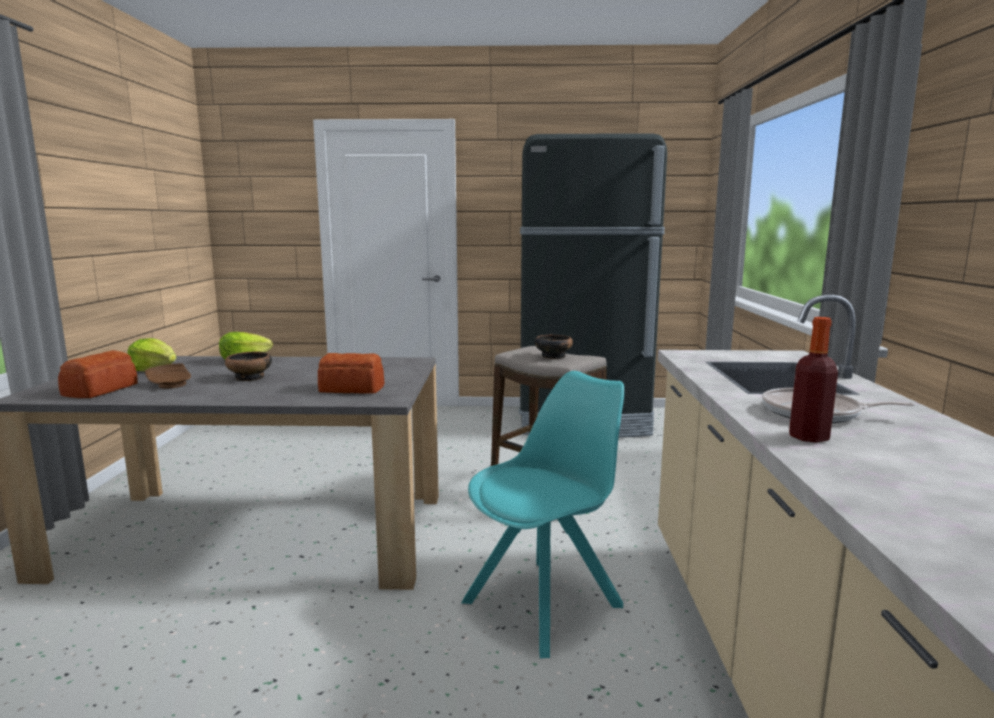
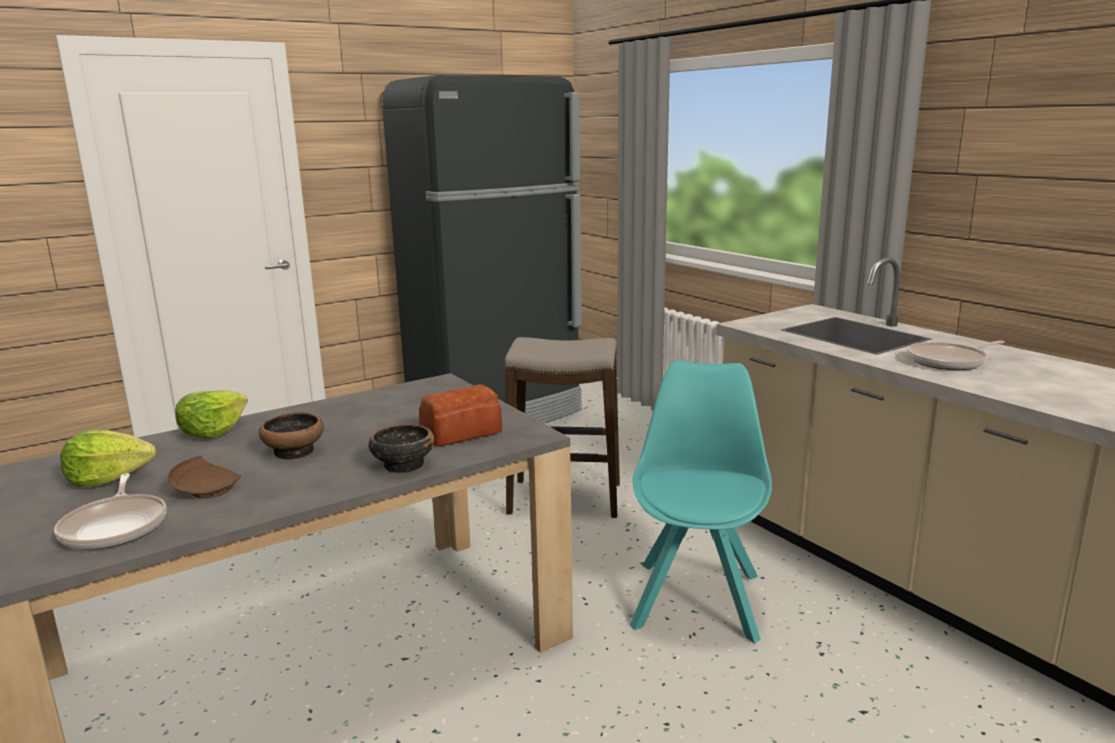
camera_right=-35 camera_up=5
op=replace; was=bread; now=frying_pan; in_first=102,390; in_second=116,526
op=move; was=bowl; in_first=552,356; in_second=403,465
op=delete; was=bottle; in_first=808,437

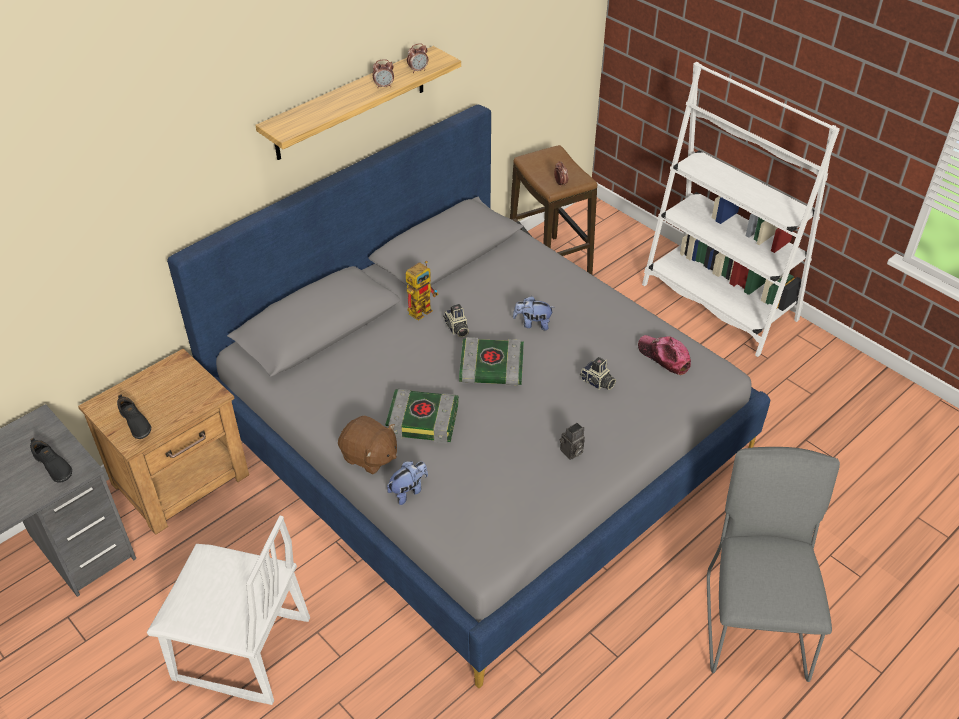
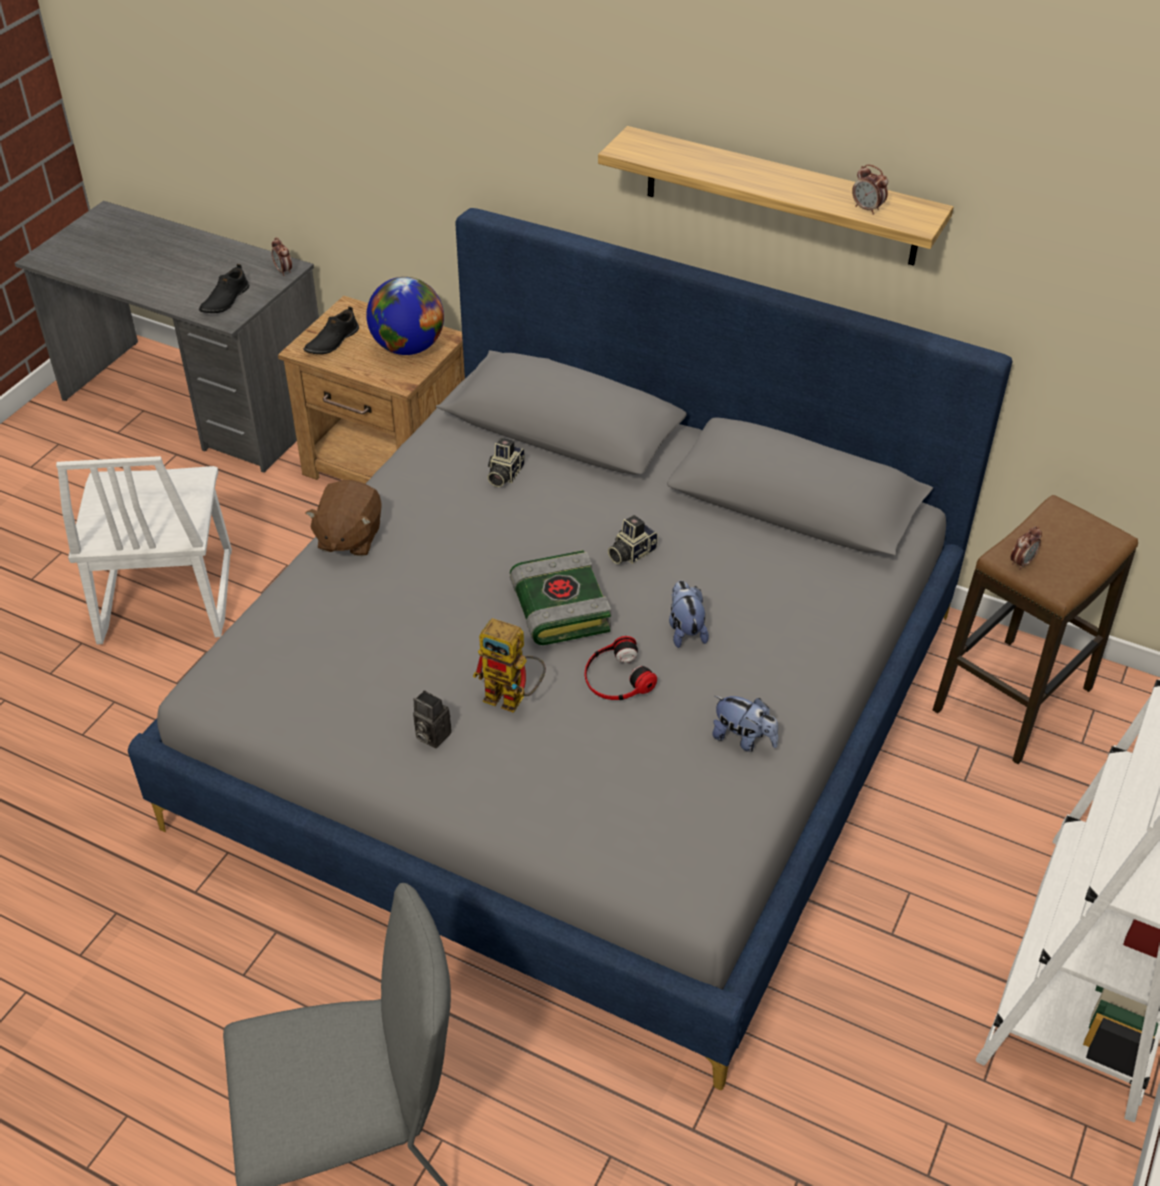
camera_right=70 camera_up=0
op=move; was=alarm_clock; in_first=384,86; in_second=283,271
op=delete; was=book; in_first=424,420
op=move; was=plush_toy; in_first=408,491; in_second=743,739
op=move; was=toy_robot; in_first=422,308; in_second=513,698
op=move; was=photo_camera; in_first=597,382; in_second=504,474
op=delete; was=cap; in_first=664,357
op=insert; now=globe; in_second=408,347
op=insert; now=headphones; in_second=616,677

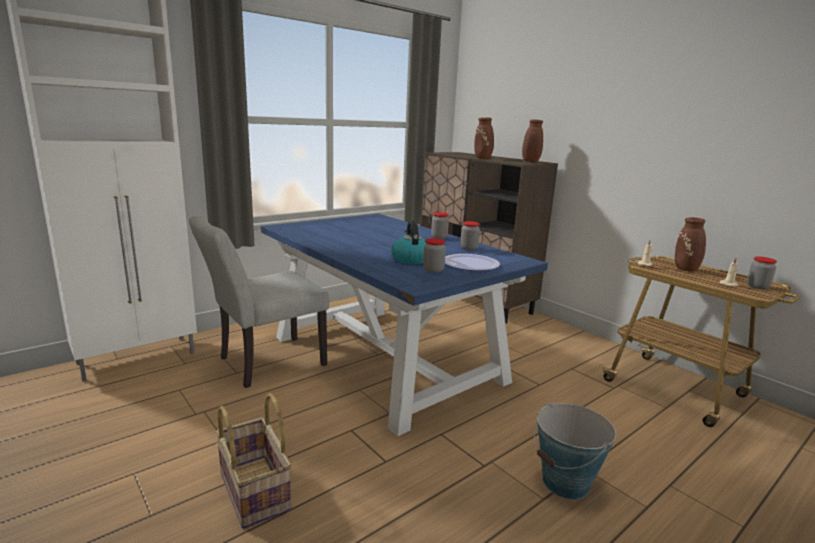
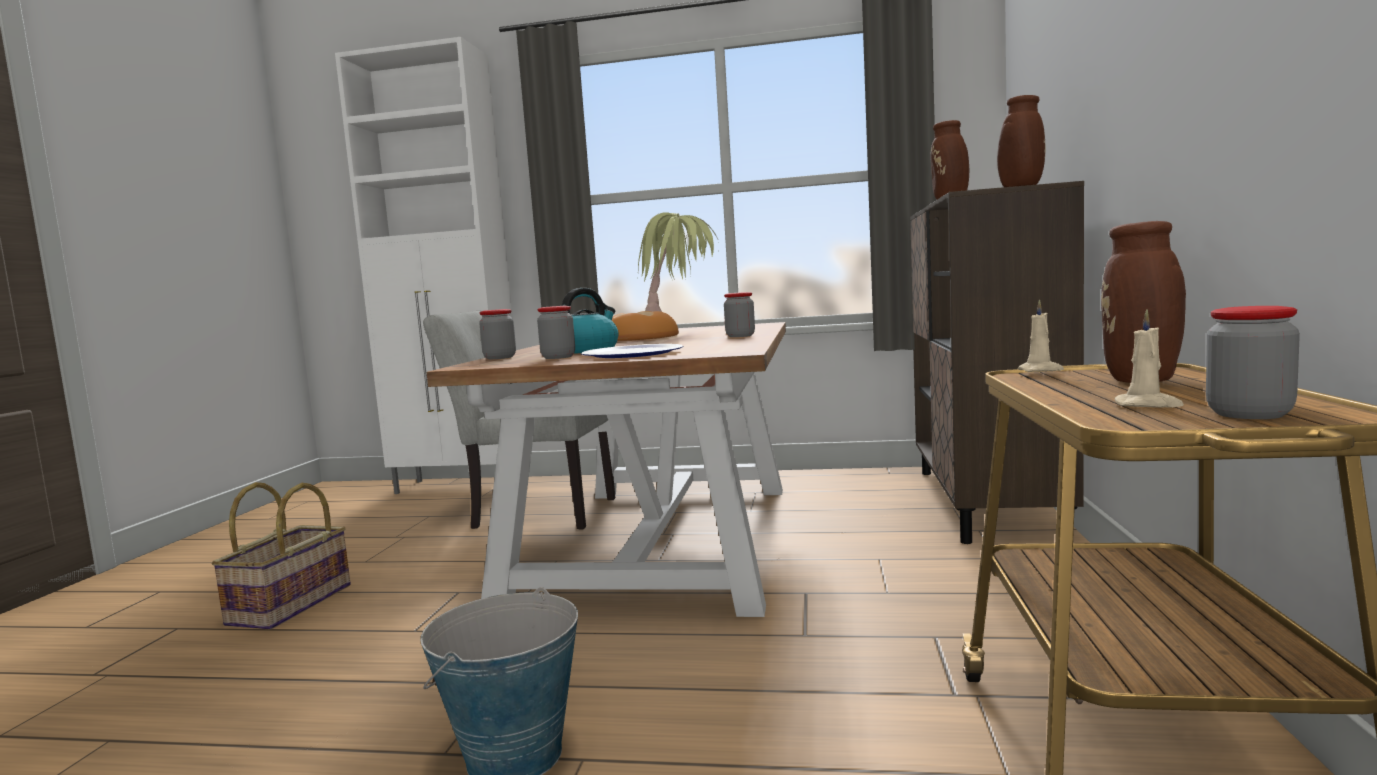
camera_right=50 camera_up=-10
op=recolor; was=blue_dining_table; now=brown_dining_table; in_first=385,358; in_second=661,539
op=move; was=jar; in_first=469,248; in_second=500,358
op=insert; now=bread; in_second=641,338
op=insert; now=potted_plant; in_second=680,329

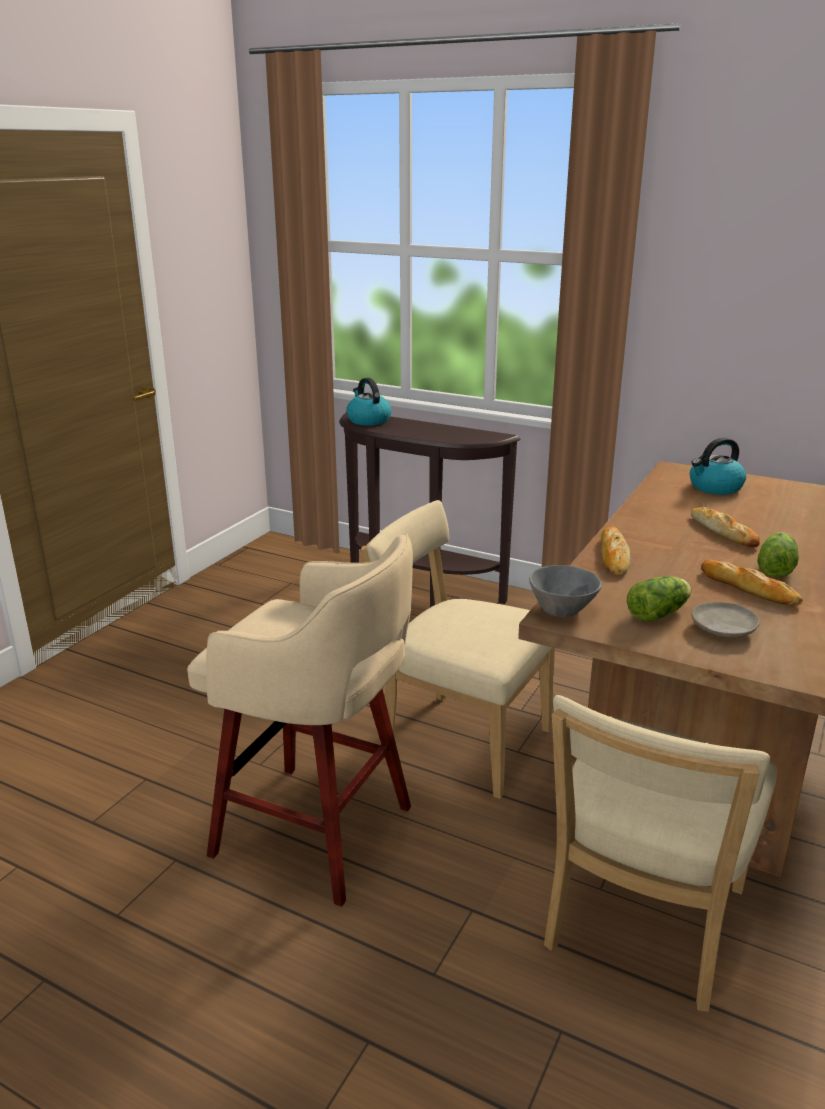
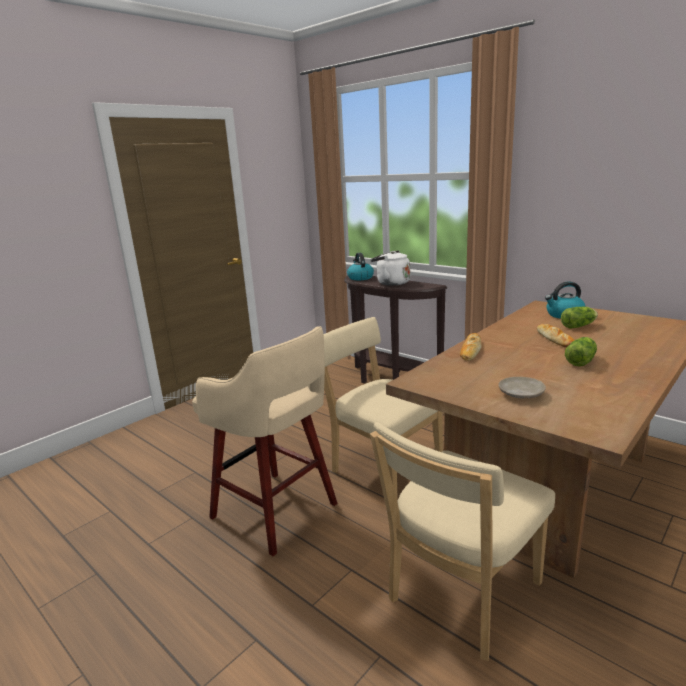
camera_right=15 camera_up=-5
op=delete; was=grey_bowl; in_first=564,610
op=move; was=lettuce; in_first=660,613; in_second=579,326
op=delete; was=bread; in_first=748,588
op=insert; now=white_kettle; in_second=391,283

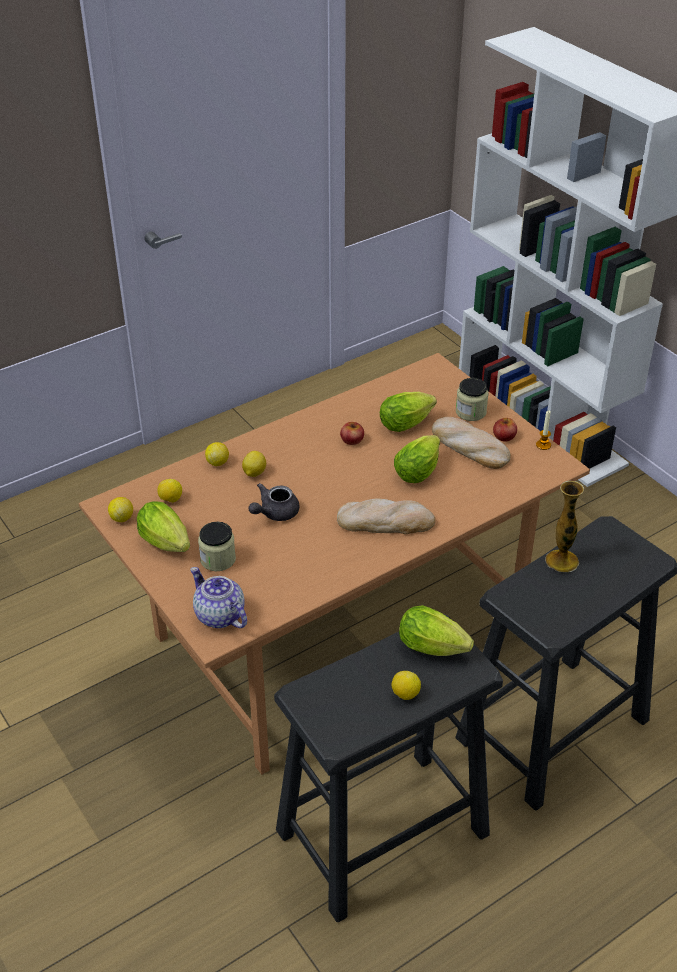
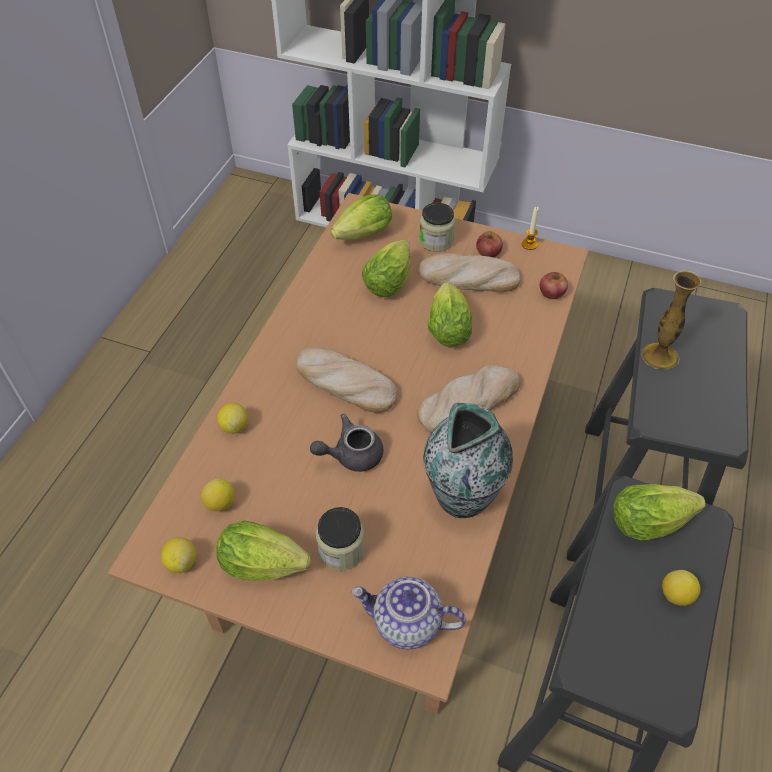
camera_right=-35 camera_up=10
op=delete; was=lemon; in_first=254,473
op=rotate; was=grey_teapot; in_first=274,513; in_second=351,455; clockwise=60
op=move; was=apple; in_first=352,440; in_second=552,292
op=insert; now=bread; in_second=345,383
op=insert; now=lettuce; in_second=361,236
op=insert; now=vase; in_second=463,494

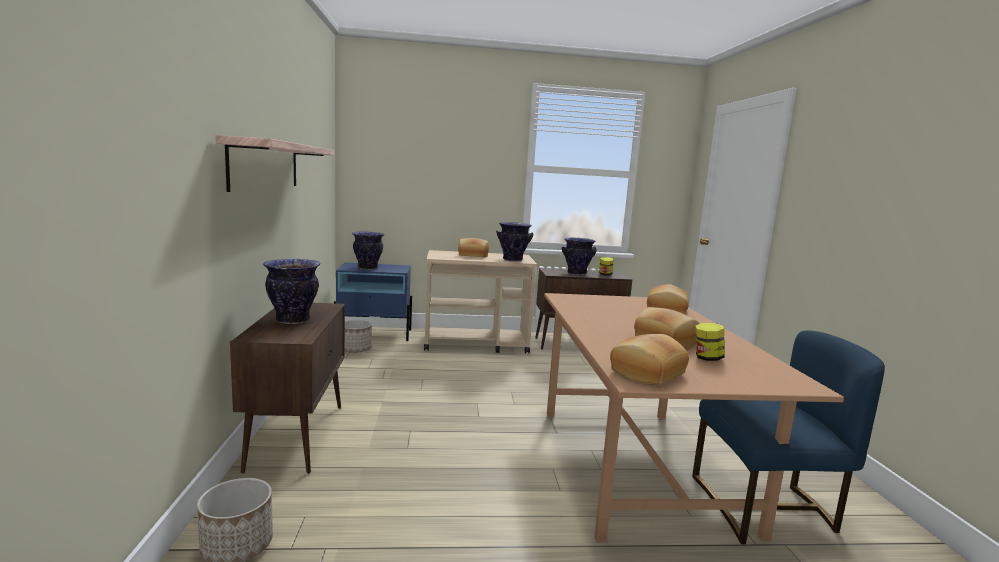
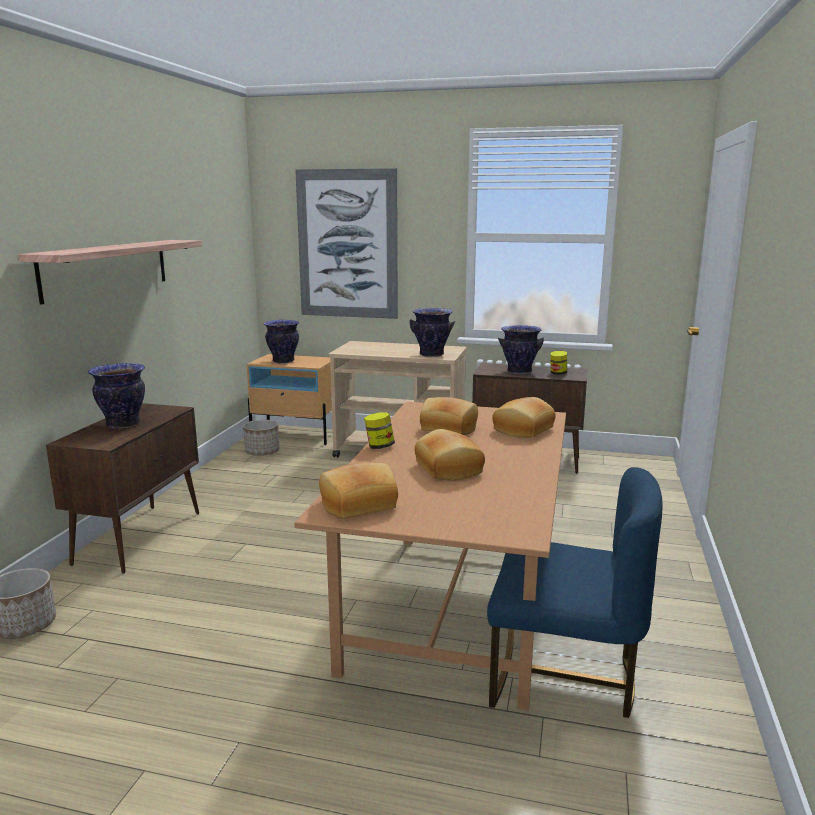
camera_right=20 camera_up=5
op=recolor; was=blue_nightstand; now=beige_nightstand; in_first=374,334; in_second=296,435
op=move; was=bread; in_first=473,255; in_second=448,428
op=move; was=jar; in_first=707,358; in_second=379,446
op=insert; now=picture; in_second=347,244

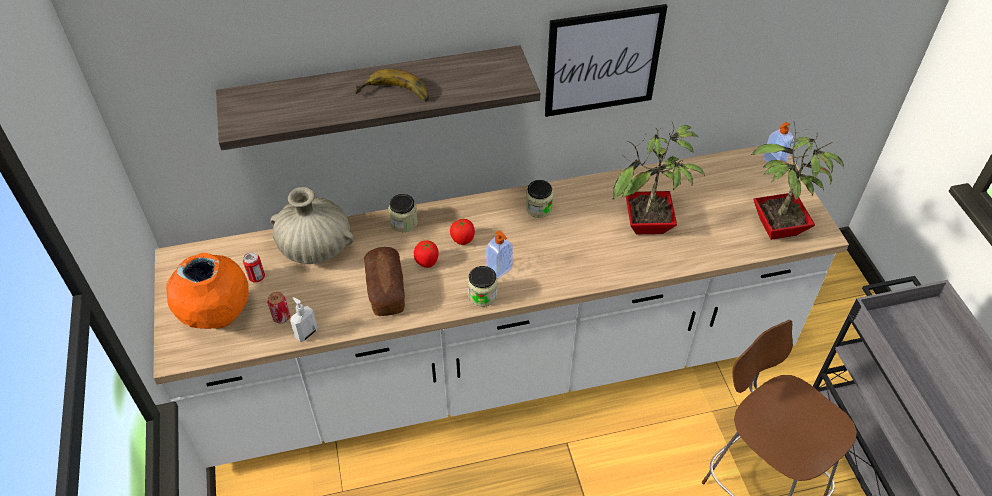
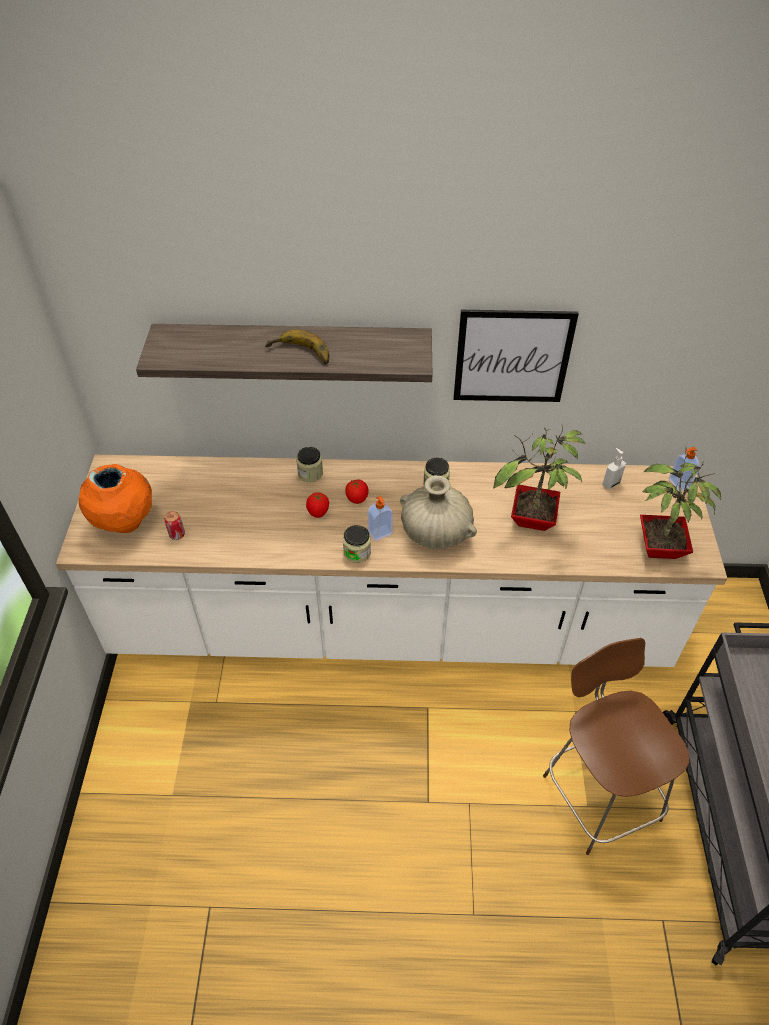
camera_right=15 camera_up=0
op=delete; was=can; in_first=257,277
op=move; was=beige_vase; in_first=315,248; in_second=435,533
op=move; was=soap_dispenser; in_first=306,333; in_second=610,483
op=delete; was=bread; in_first=386,289

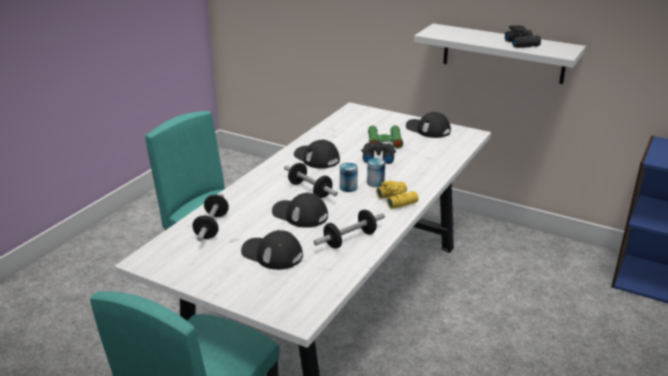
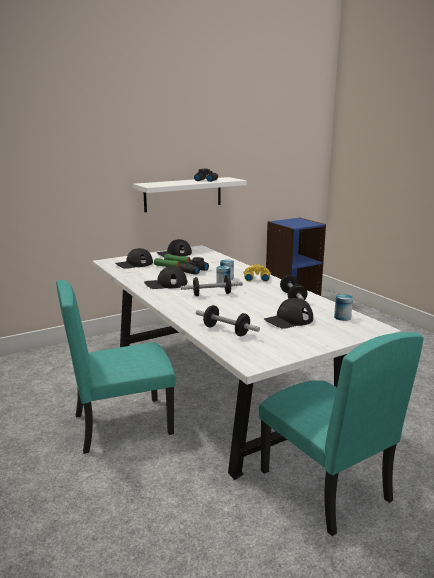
camera_right=-60 camera_up=-10
op=move; was=black_cap; in_first=300,214; in_second=134,264
op=insert; now=can; in_second=342,317

